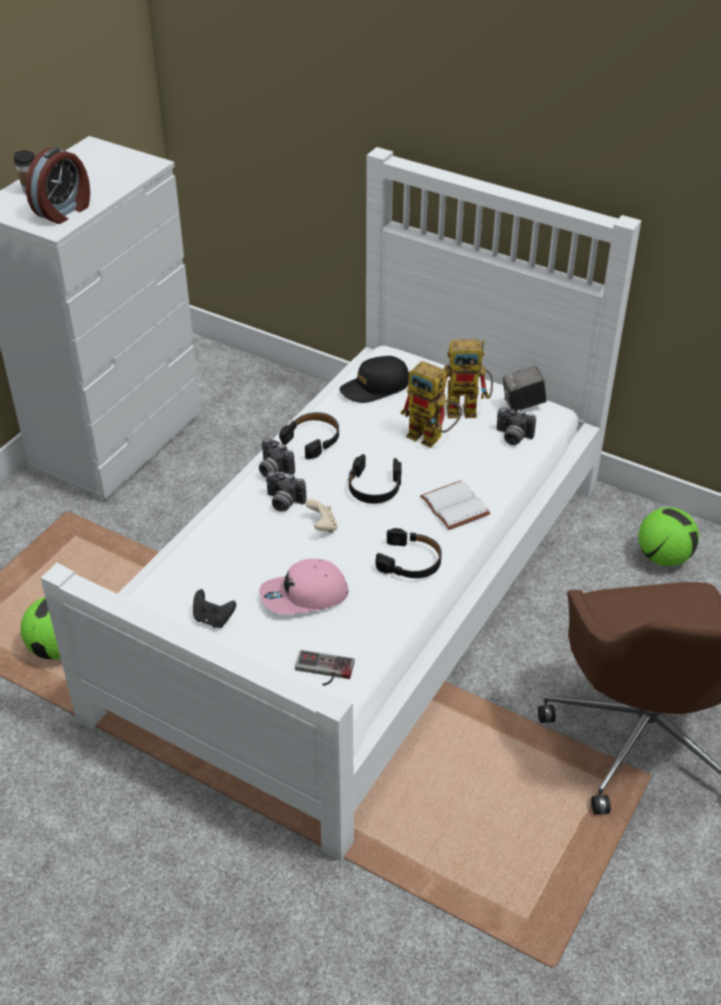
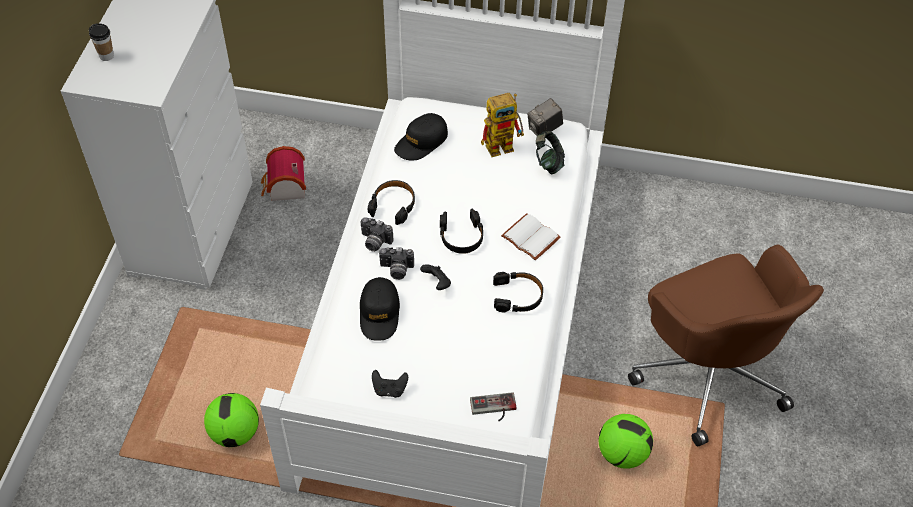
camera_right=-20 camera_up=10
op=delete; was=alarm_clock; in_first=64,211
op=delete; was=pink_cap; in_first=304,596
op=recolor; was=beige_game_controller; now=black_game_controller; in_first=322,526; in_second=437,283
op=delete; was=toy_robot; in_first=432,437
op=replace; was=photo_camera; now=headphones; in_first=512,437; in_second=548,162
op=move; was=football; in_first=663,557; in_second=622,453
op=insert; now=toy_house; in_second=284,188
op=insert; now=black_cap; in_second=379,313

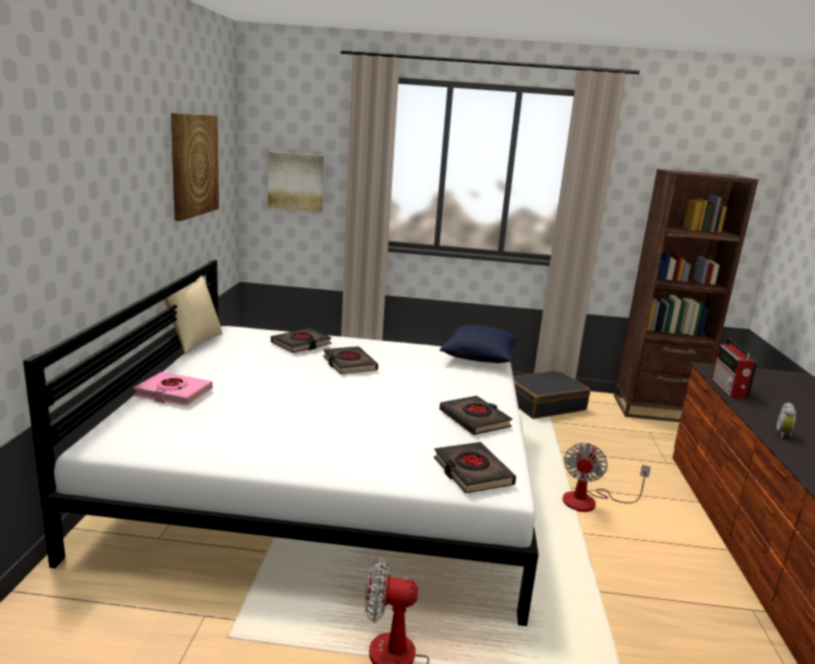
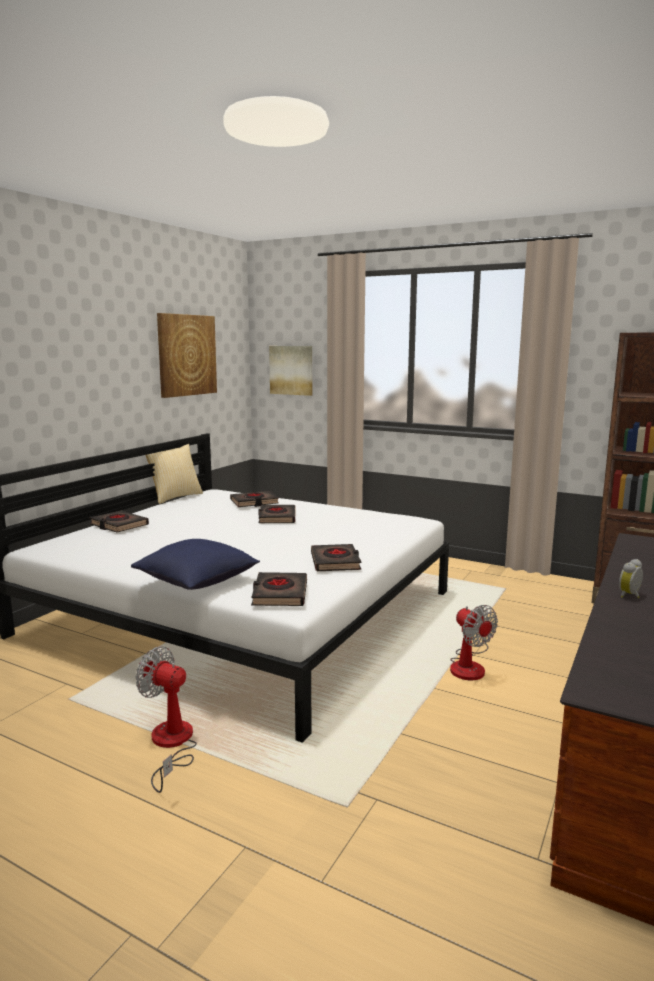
camera_right=25 camera_up=-5
op=recolor; was=pink_book; now=black_book; in_first=173,393; in_second=119,525
op=move; was=blue_pillow; in_first=479,358; in_second=197,582
op=delete; was=black_suitcase; in_first=544,404
op=rotate; was=fan; in_first=589,501; in_second=469,665; clockwise=-75
op=delete; was=radio; in_first=729,388

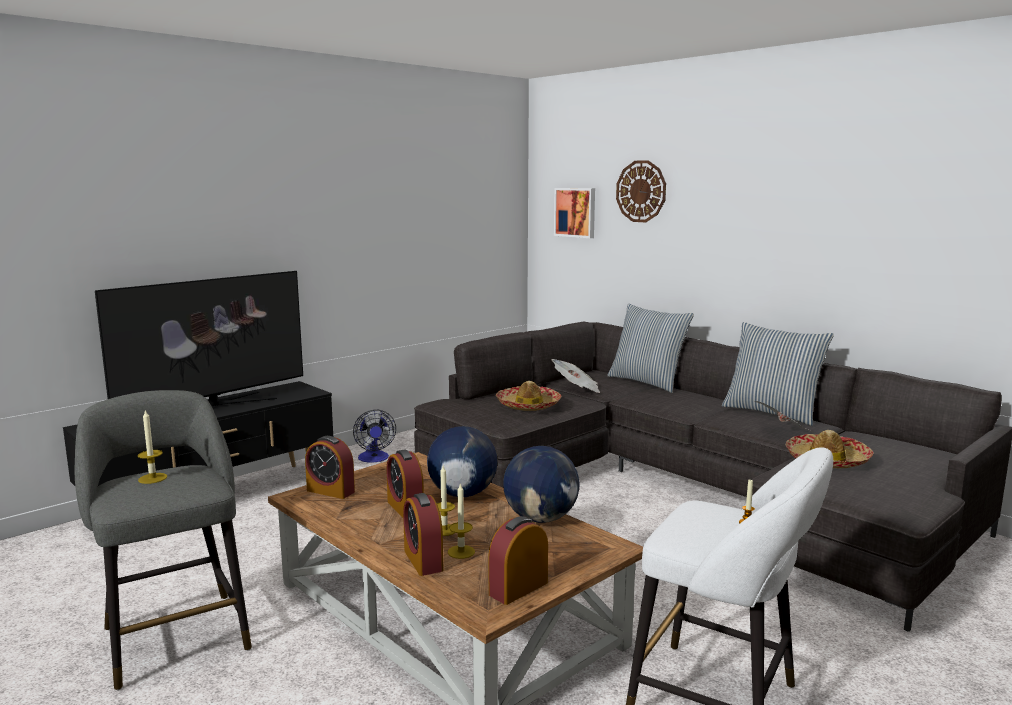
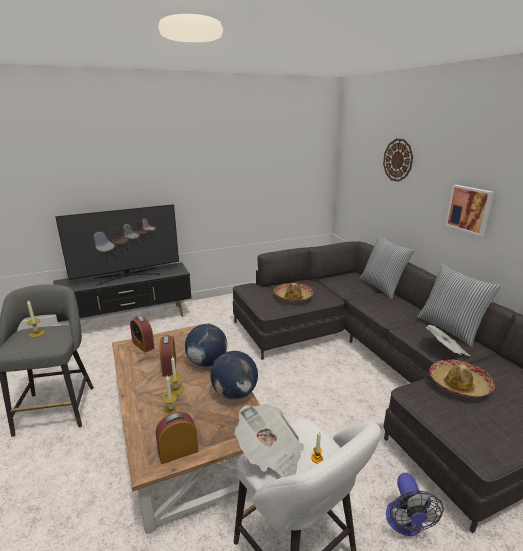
camera_right=20 camera_up=10
op=move; was=fan; in_first=374,459; in_second=405,525
op=delete; was=alarm_clock; in_first=423,560
op=move; was=newspaper; in_first=576,389; in_second=270,454
op=move; was=picture; in_first=575,212; in_second=470,209

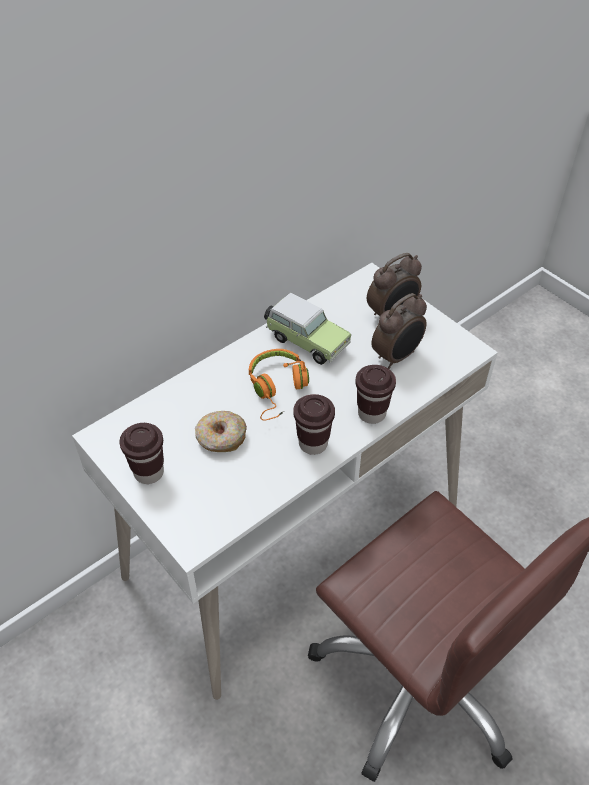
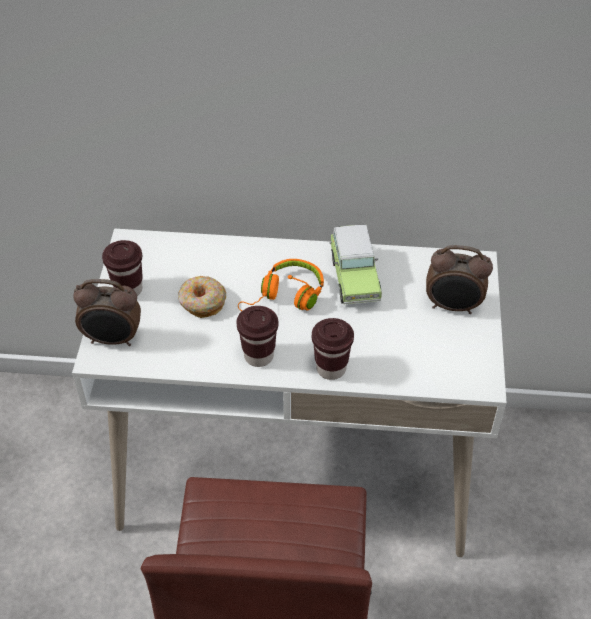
camera_right=45 camera_up=0
op=move; was=alarm_clock; in_first=397,356; in_second=113,339

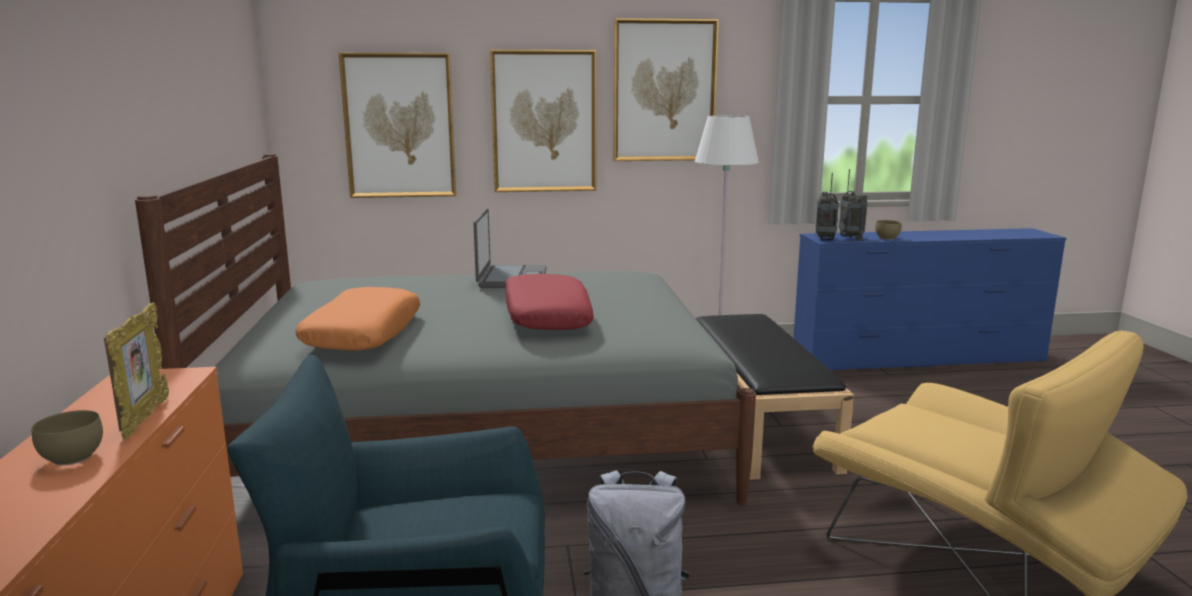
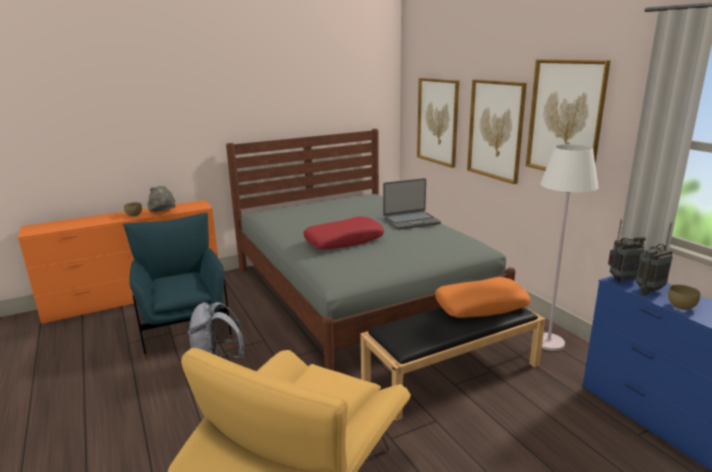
camera_right=70 camera_up=5
op=replace; was=picture_frame; now=grey_hat; in_first=145,418; in_second=163,213
op=move; was=orange_pillow; in_first=362,334; in_second=481,306

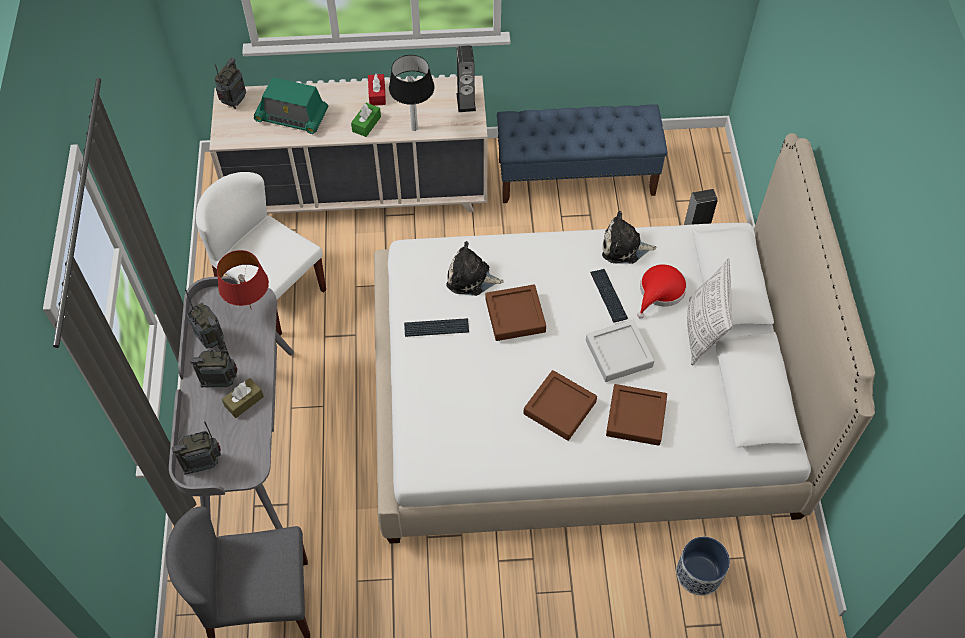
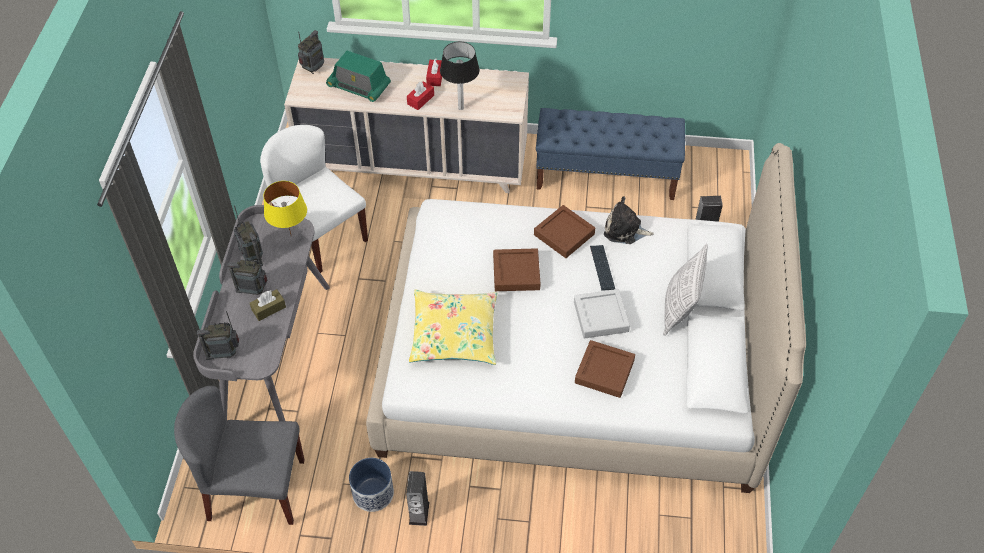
camera_right=10 camera_up=-5
op=recolor; was=red_table_lamp; now=yellow_table_lamp; in_first=251,309; in_second=291,236
op=recolor; was=green_tissue_box; now=red_tissue_box; in_first=366,124; in_second=420,100
op=delete; was=keyboard; in_first=436,328
op=delete; was=plush_toy; in_first=471,278
op=move; was=speaker; in_first=466,102; in_second=419,513
op=move; was=brown_tray; in_first=559,408; in_second=564,234
op=delete; was=red_hat; in_first=660,291
op=move; was=planter; in_first=699,574; in_second=373,493
op=insert; now=yellow_pillow; in_second=454,334

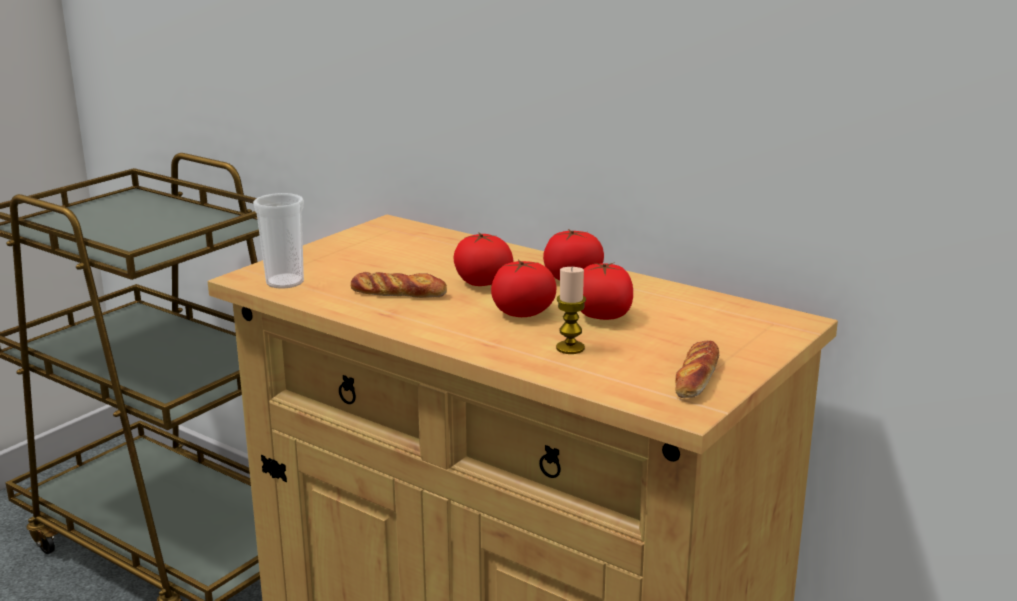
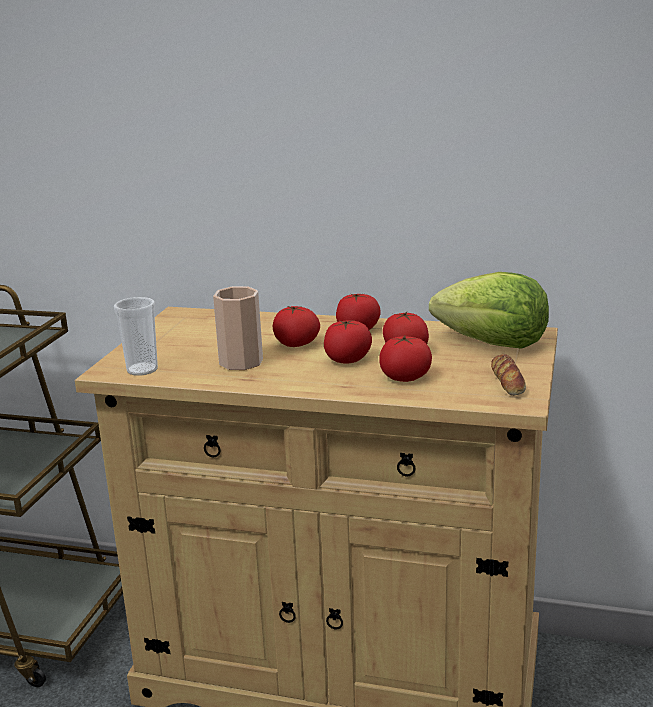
camera_right=-20 camera_up=0
op=replace; was=bread; now=cup; in_first=398,293; in_second=241,362
op=replace; was=candle; now=tomato; in_first=570,348; in_second=405,377
op=insert; now=lettuce; in_second=492,344

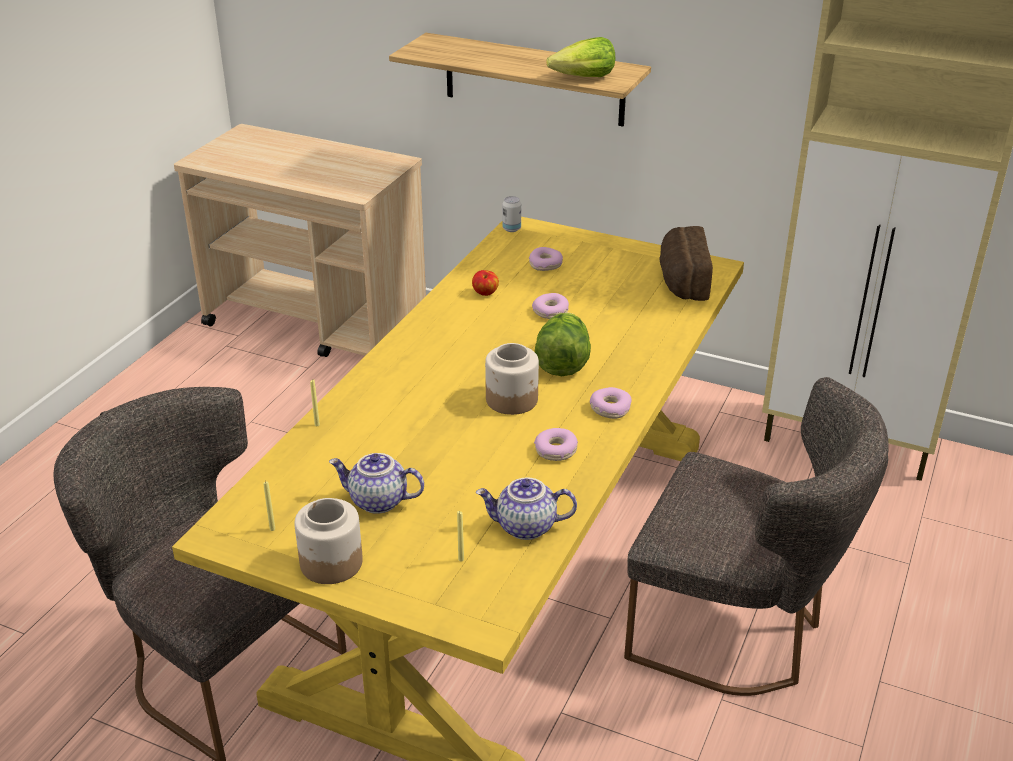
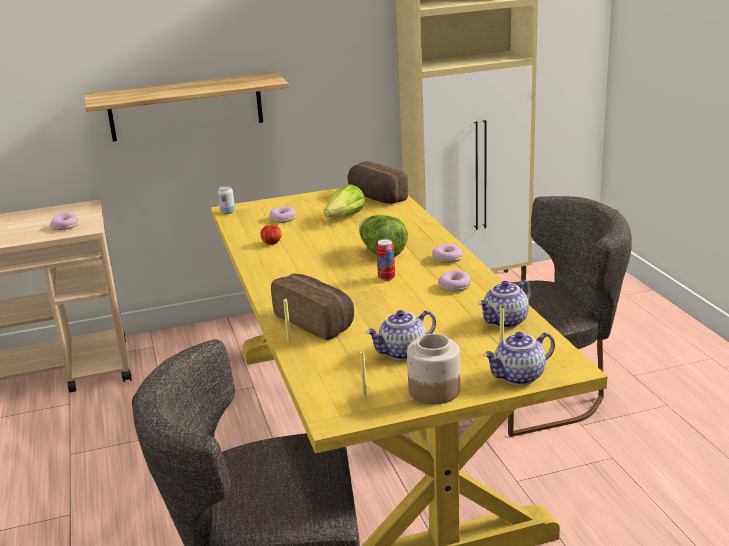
camera_right=-40 camera_up=-10
op=replace; was=jar; now=can; in_first=512,400; in_second=386,278
op=move; was=donut; in_first=551,312; in_second=65,226
op=move; was=lettuce; in_first=584,78; in_second=345,217
op=insert; now=bread; in_second=317,321
op=insert; now=teapot; in_second=519,377

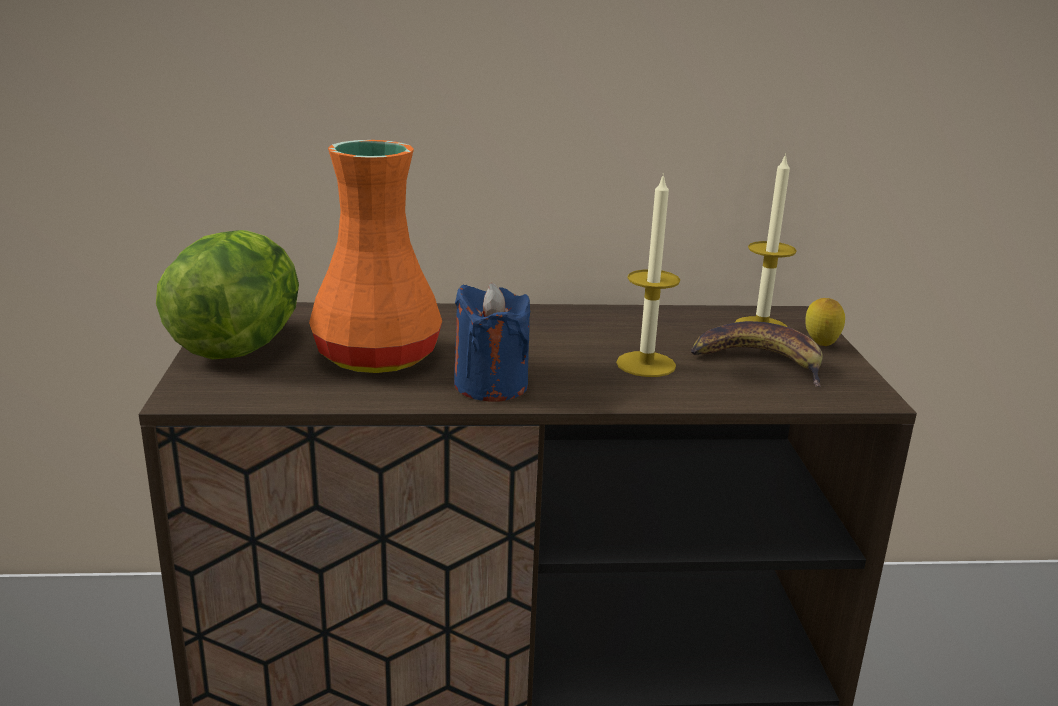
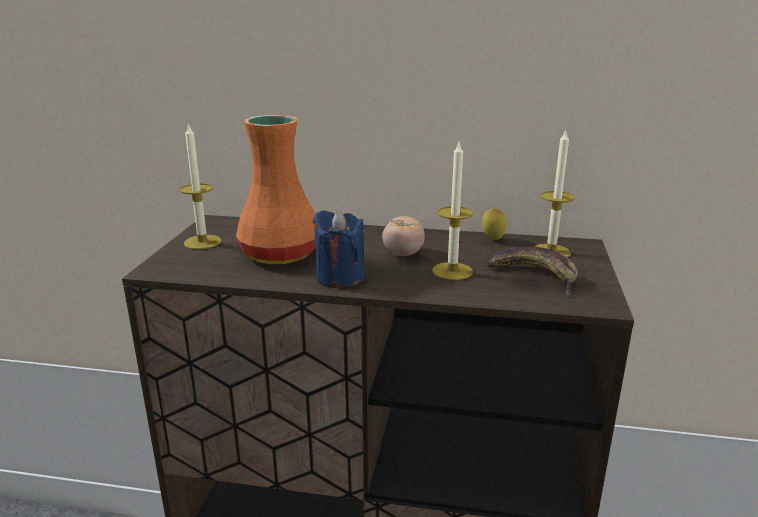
camera_right=15 camera_up=0
op=replace; was=lettuce; now=candle; in_first=239,346; in_second=202,242
op=move; was=lemon; in_first=820,345; in_second=493,239
op=insert; now=tomato; in_second=403,254

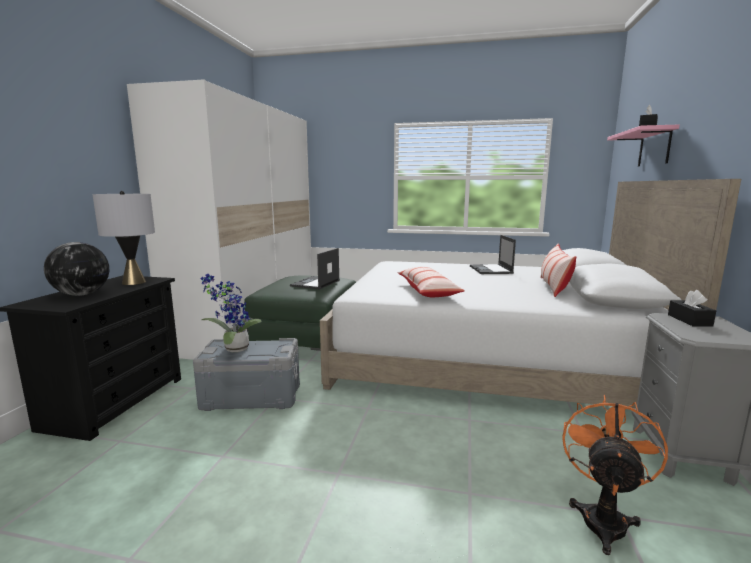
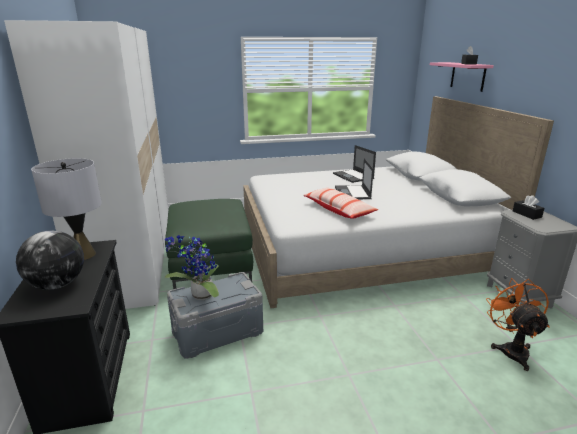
camera_right=-25 camera_up=10
op=move; was=laptop; in_first=315,283; in_second=352,193
op=delete; was=pillow; in_first=554,287

